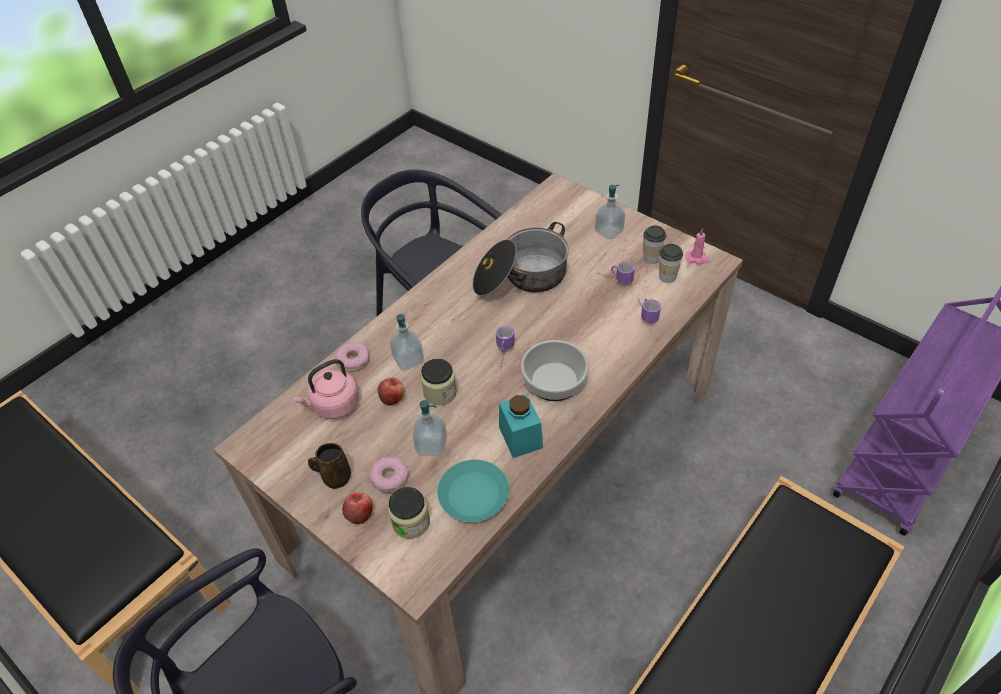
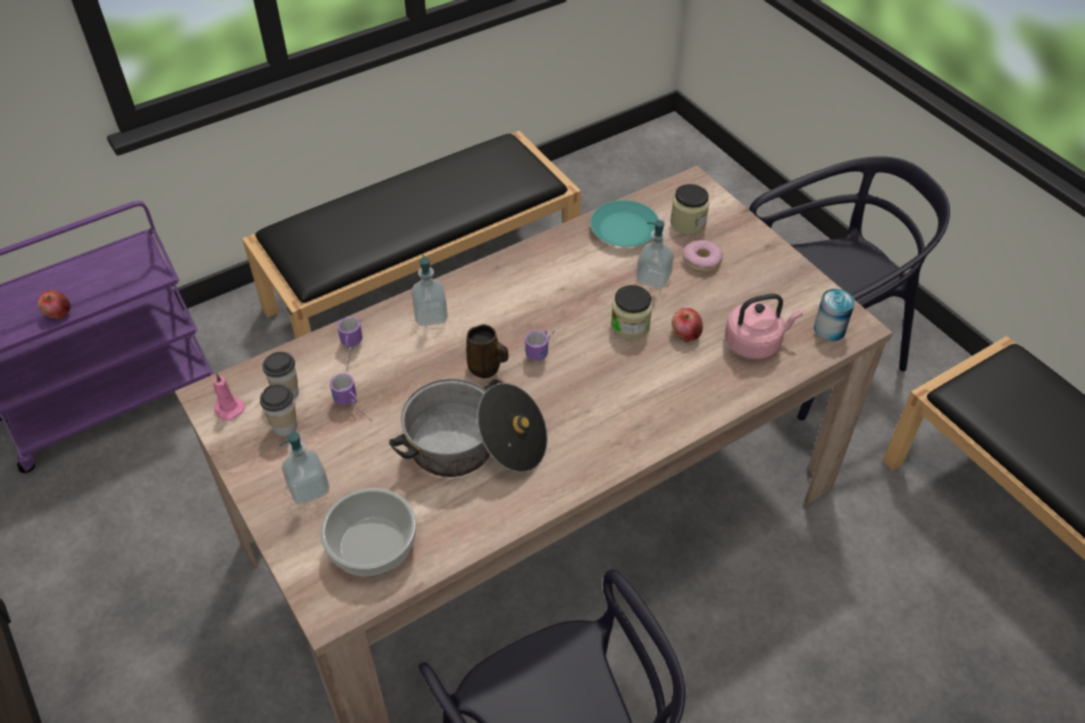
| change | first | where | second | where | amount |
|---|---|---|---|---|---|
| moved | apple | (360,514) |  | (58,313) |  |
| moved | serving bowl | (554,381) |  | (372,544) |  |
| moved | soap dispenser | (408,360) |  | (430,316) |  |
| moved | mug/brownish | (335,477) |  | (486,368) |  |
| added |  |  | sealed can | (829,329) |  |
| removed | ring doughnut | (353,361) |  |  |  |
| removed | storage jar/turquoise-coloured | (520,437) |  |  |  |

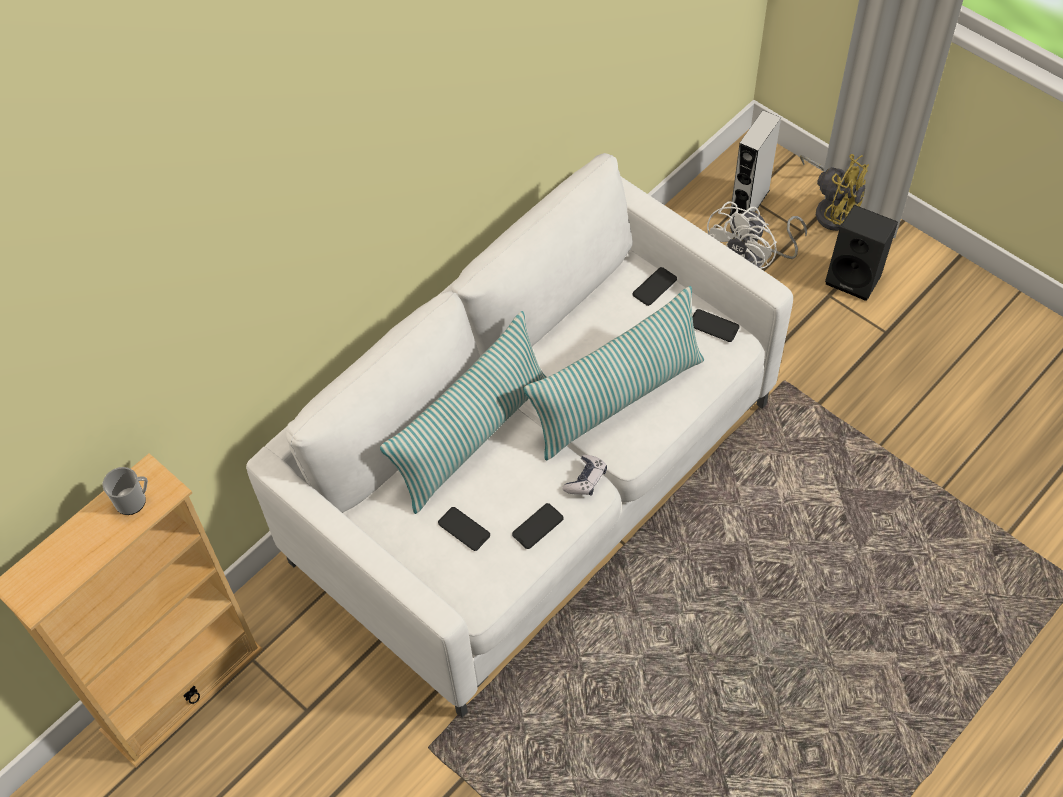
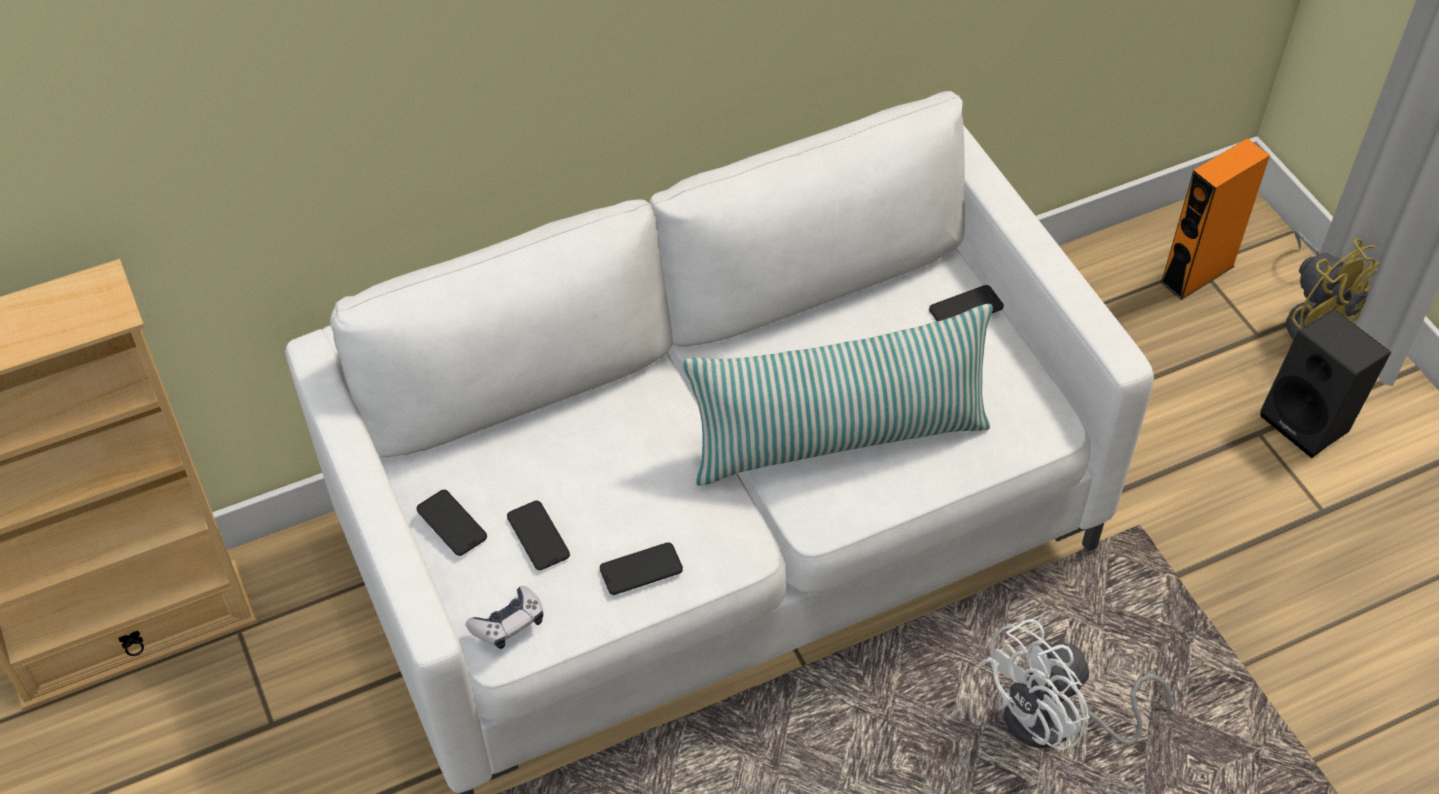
| change | first | where | second | where | amount |
|---|---|---|---|---|---|
| moved | telephone | (714,326) |  | (451,523) |  |
| moved | joypad | (586,480) |  | (508,623) |  |
| moved | fan/white | (751,261) |  | (1056,723) |  |
| recoloured | loudspeaker/grey | (749,203) | loudspeaker/orangey | (1197,274) |  |
| removed | mug | (134,500) |  |  |  |
| removed | cushion | (472,437) |  |  |  |

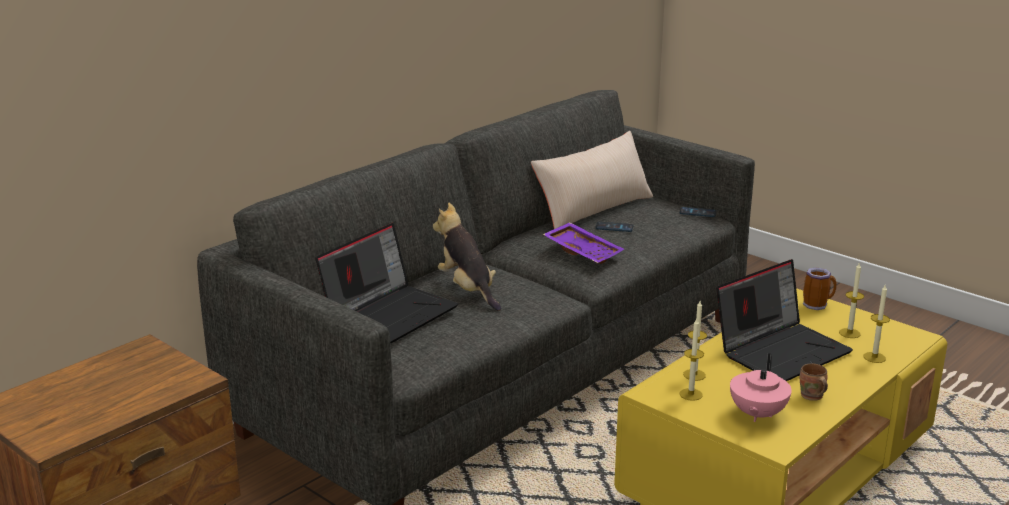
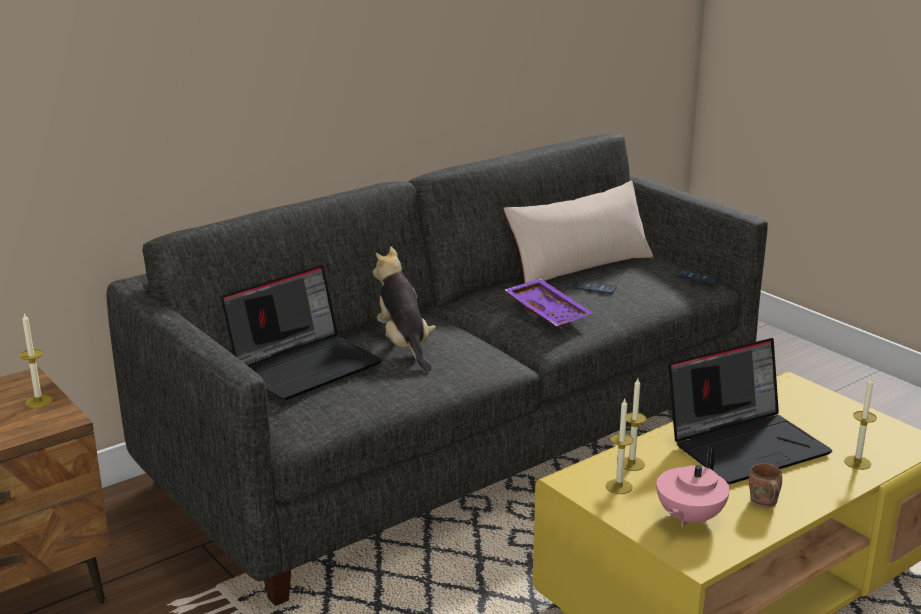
| change | first | where | second | where | amount |
|---|---|---|---|---|---|
| moved | wax light | (849,333) |  | (39,401) |  |
| removed | mug | (817,305) |  |  |  |

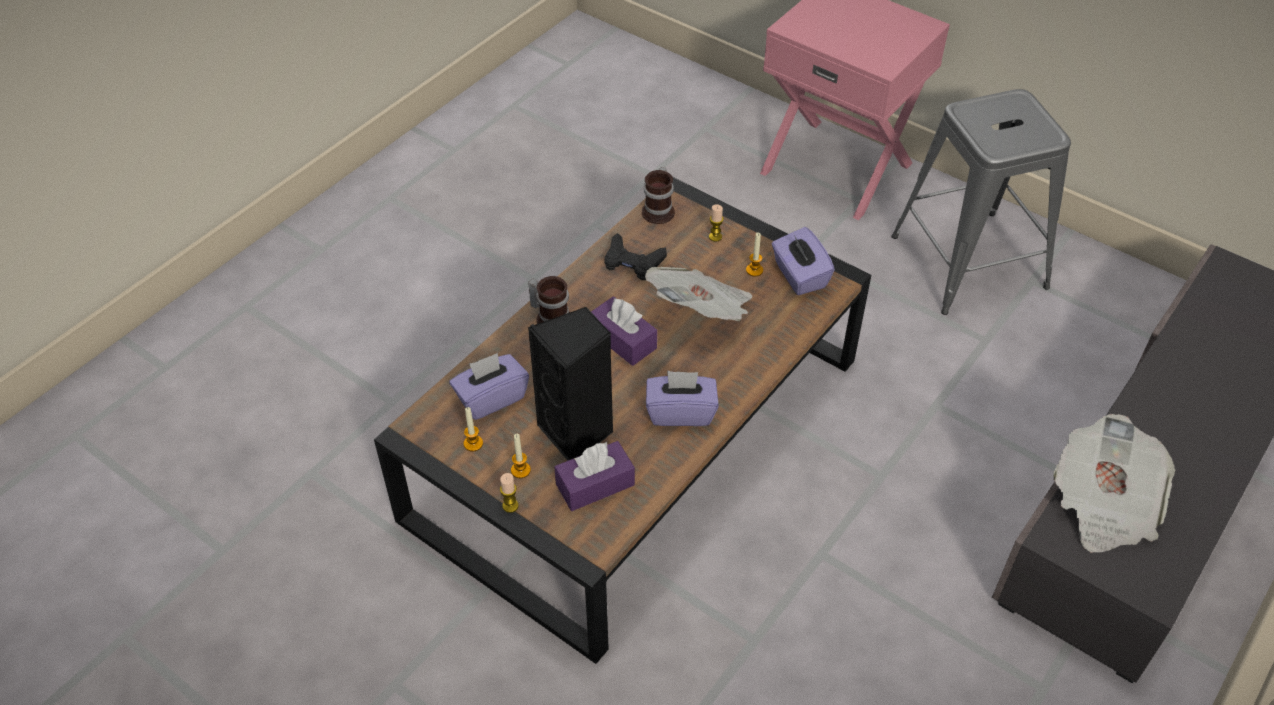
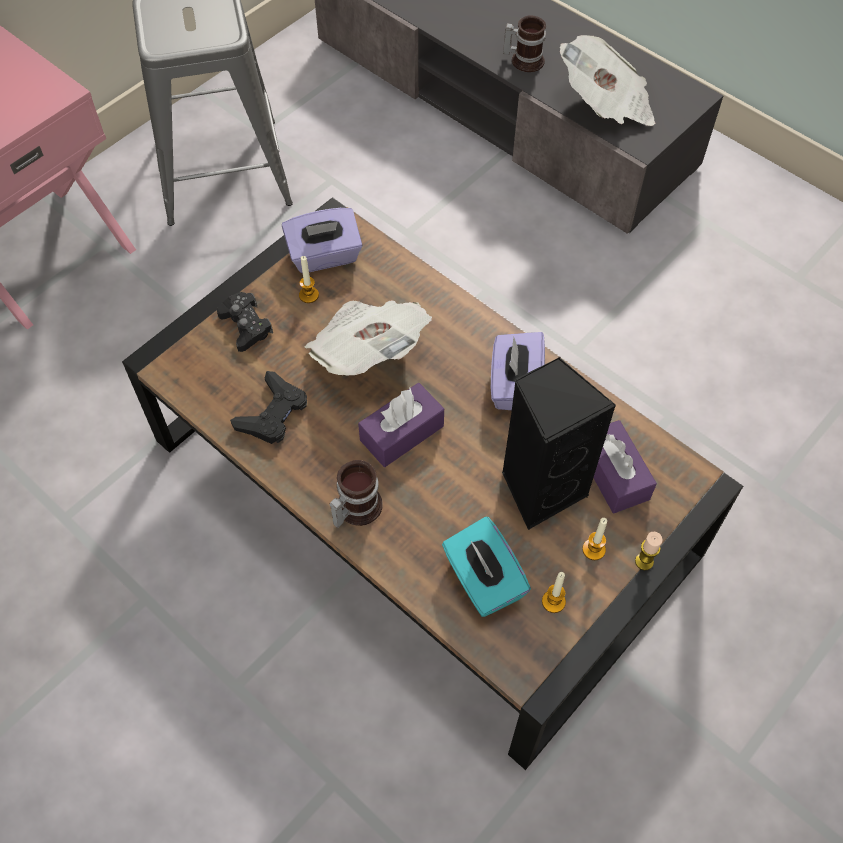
| change | first | where | second | where | amount |
|---|---|---|---|---|---|
| replaced | wax light | (715,237) | joypad/black | (246,326) |  |
| recoloured | tissue holder/purplish | (491,398) | tissue holder/turquoise-coloured | (483,580) |  |
| moved | mug | (660,210) |  | (524,59) |  |

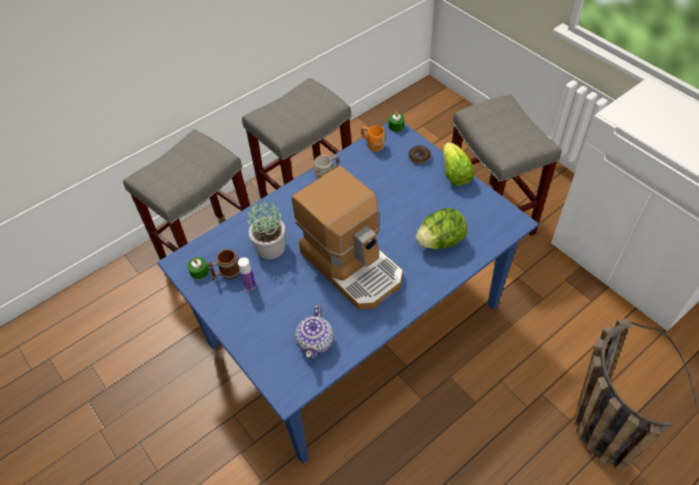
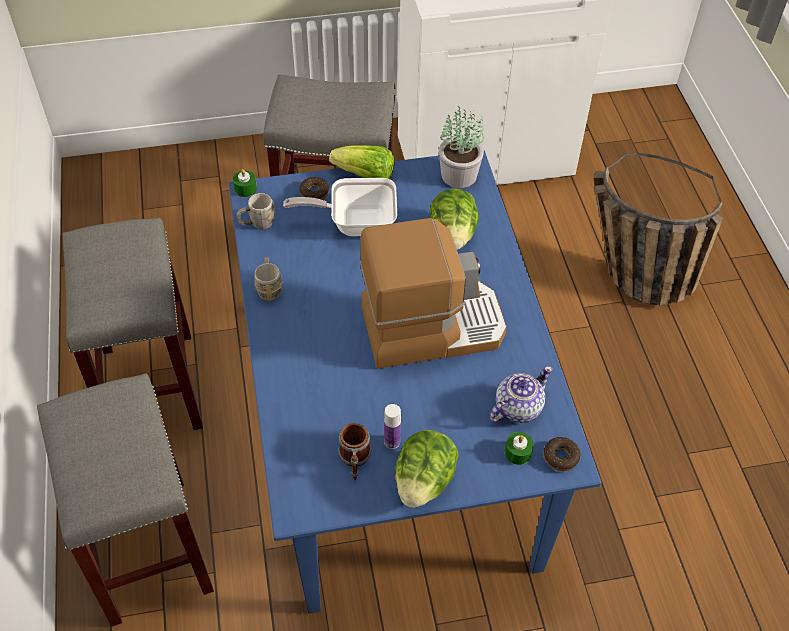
| change | first | where | second | where | amount |
|---|---|---|---|---|---|
| recoloured | mug/orangey | (372,145) | mug/grey | (257,224) |  |
| added |  |  | pan | (355,223) |  |
| added |  |  | head of lettuce | (424,481) |  |
| moved | plant in a pot | (271,247) |  | (459,175) |  |
| turned | pot for tea | (316,342) |  | (517,408) | 75 degrees counterclockwise |
| moved | wax light/green | (199,271) |  | (518,452) |  |
| added |  |  | ring doughnut | (561,457) |  |

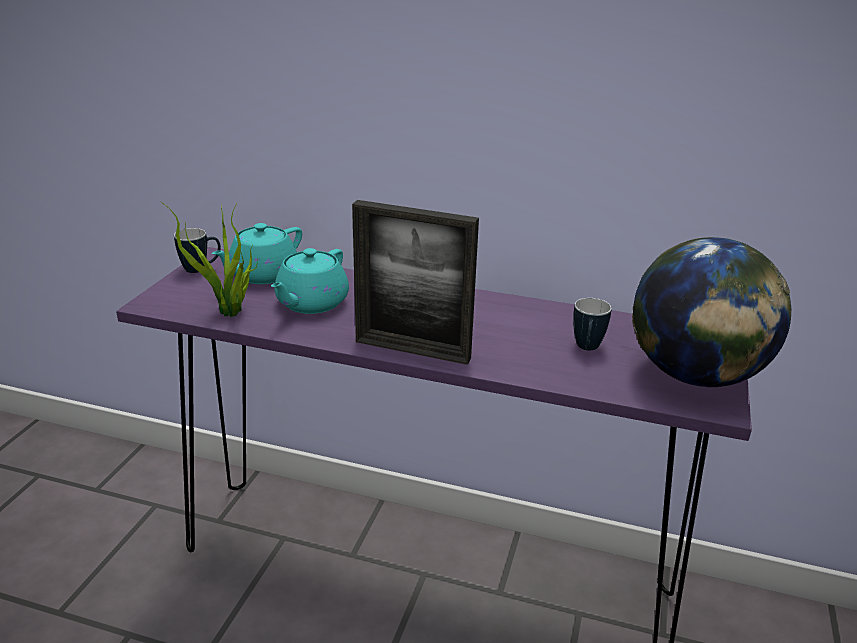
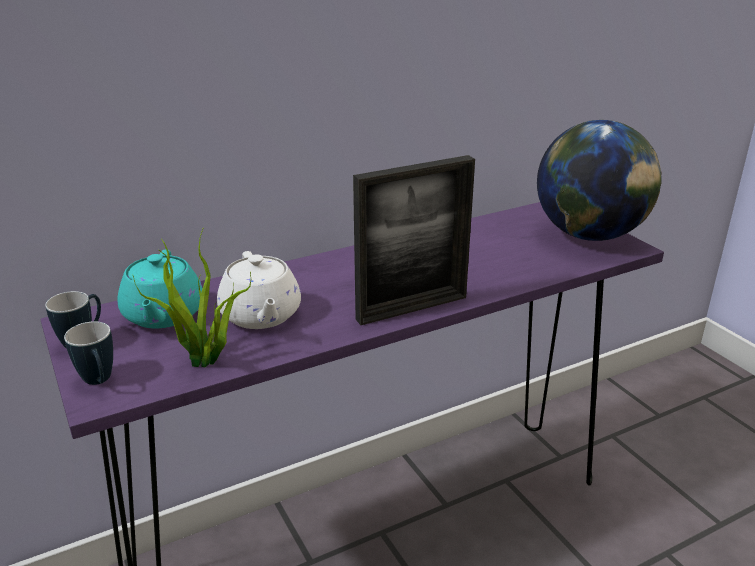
| change | first | where | second | where | amount |
|---|---|---|---|---|---|
| moved | mug | (587,349) |  | (99,382) |  |
| recoloured | pot for tea/turquoise-coloured | (311,303) | pot for tea/white | (261,316) |  |

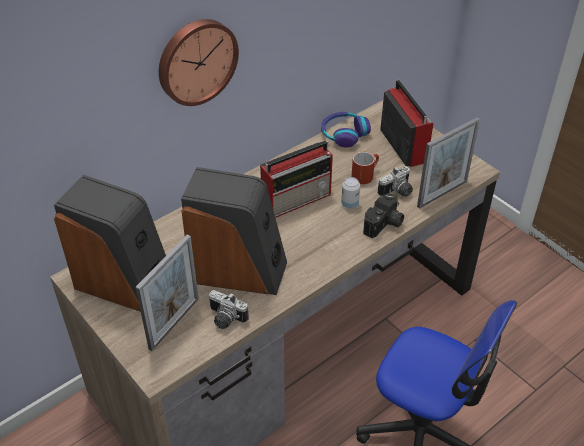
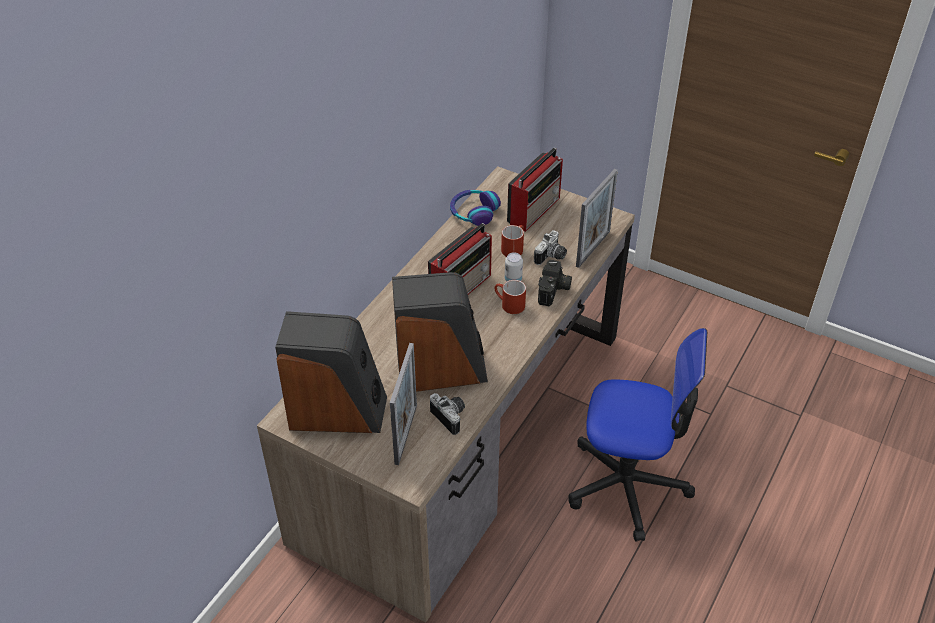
| change | first | where | second | where | amount |
|---|---|---|---|---|---|
| turned | still camera | (225,319) |  | (451,417) | 135 degrees counterclockwise |
| added |  |  | mug/red | (508,305) |  |
| turned | radio set | (403,144) |  | (535,210) | 75 degrees clockwise |
| removed | wall clock | (196,61) |  |  |  |

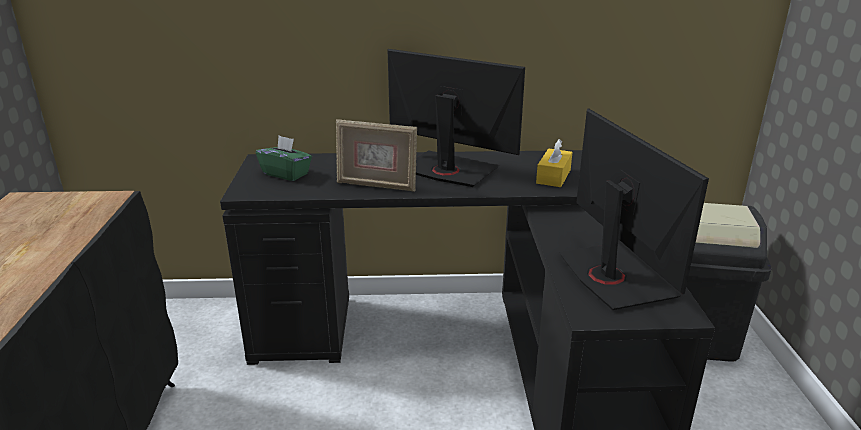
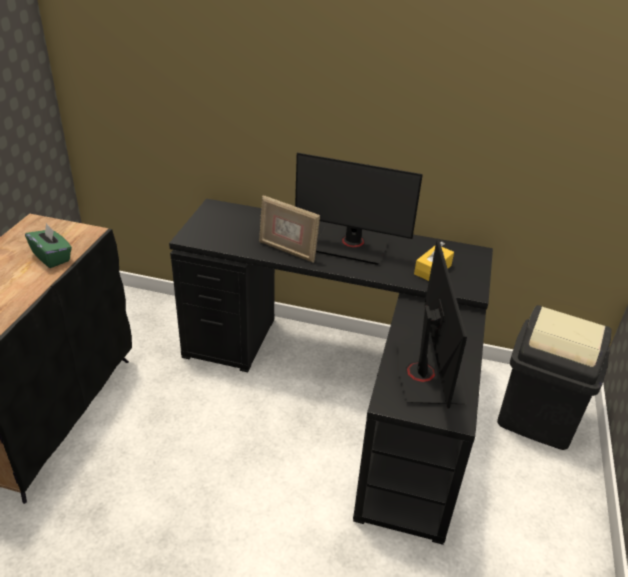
| change | first | where | second | where | amount |
|---|---|---|---|---|---|
| moved | tissue holder/green | (286,174) |  | (52,257) |  |
| turned | computer display | (449,170) |  | (351,246) | 150 degrees clockwise |

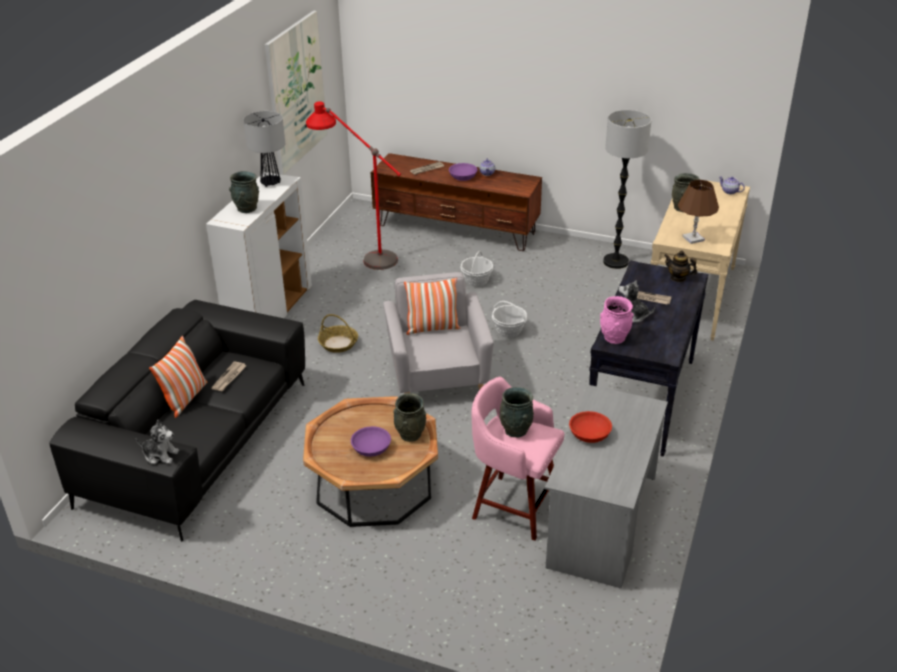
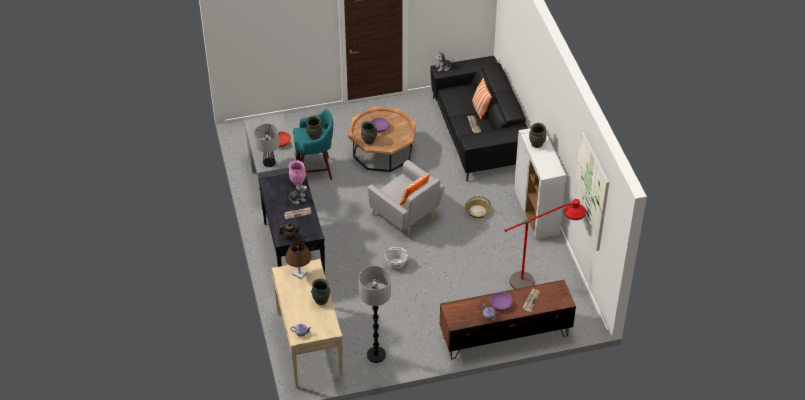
| change | first | where | second | where | amount |
|---|---|---|---|---|---|
| moved | tabletop lamp | (270,183) |  | (269,163) |  |
| recoloured | sitting stool/pink | (513,506) | sitting stool/turquoise-coloured | (315,169) |  |
| removed | storage basket | (476,281) |  |  |  |

